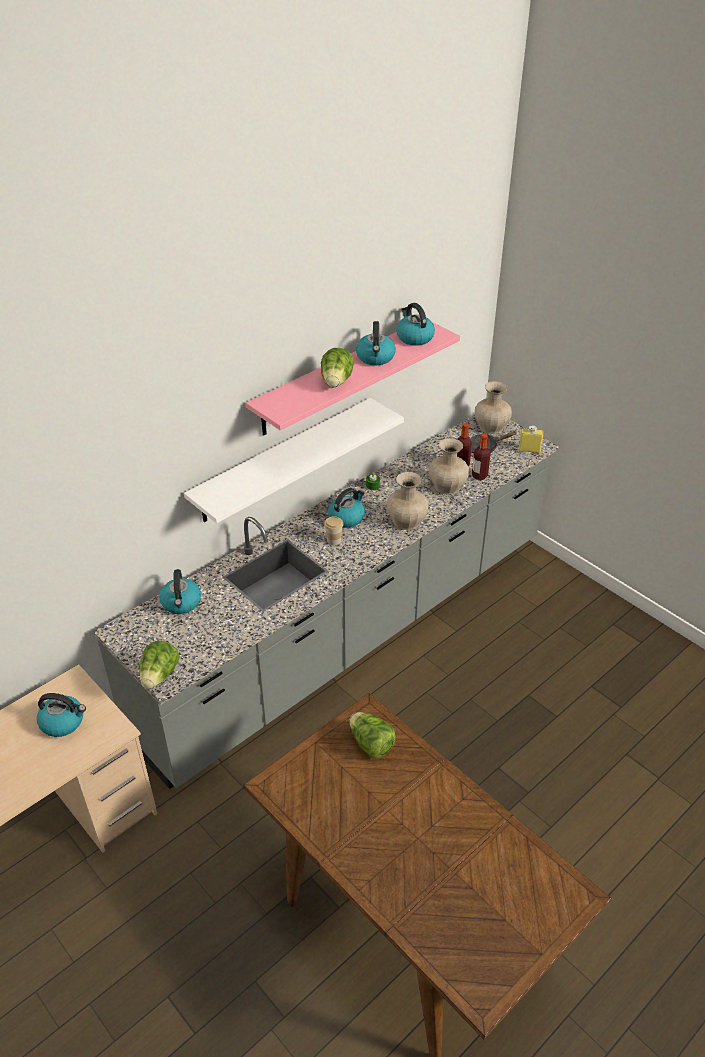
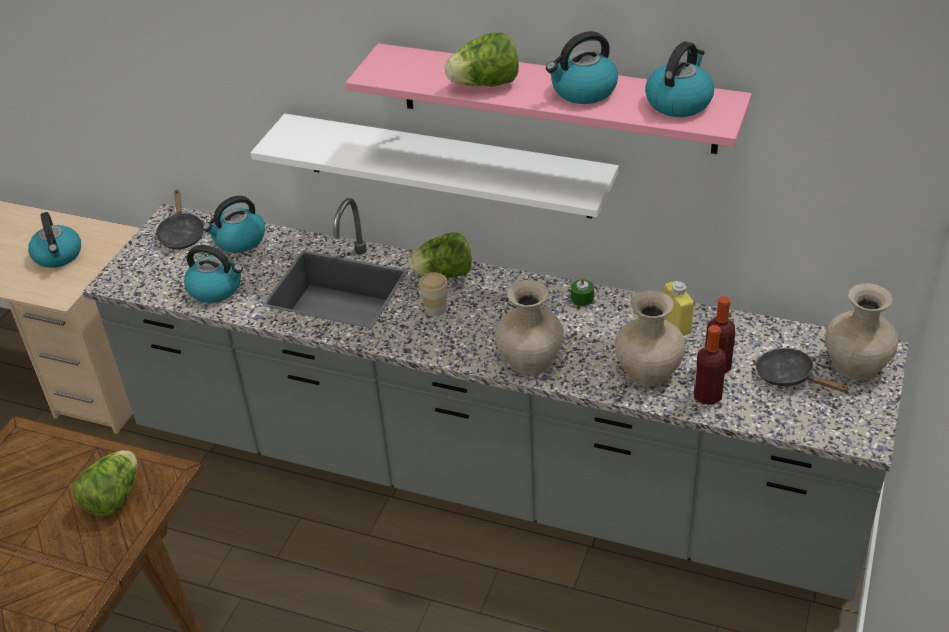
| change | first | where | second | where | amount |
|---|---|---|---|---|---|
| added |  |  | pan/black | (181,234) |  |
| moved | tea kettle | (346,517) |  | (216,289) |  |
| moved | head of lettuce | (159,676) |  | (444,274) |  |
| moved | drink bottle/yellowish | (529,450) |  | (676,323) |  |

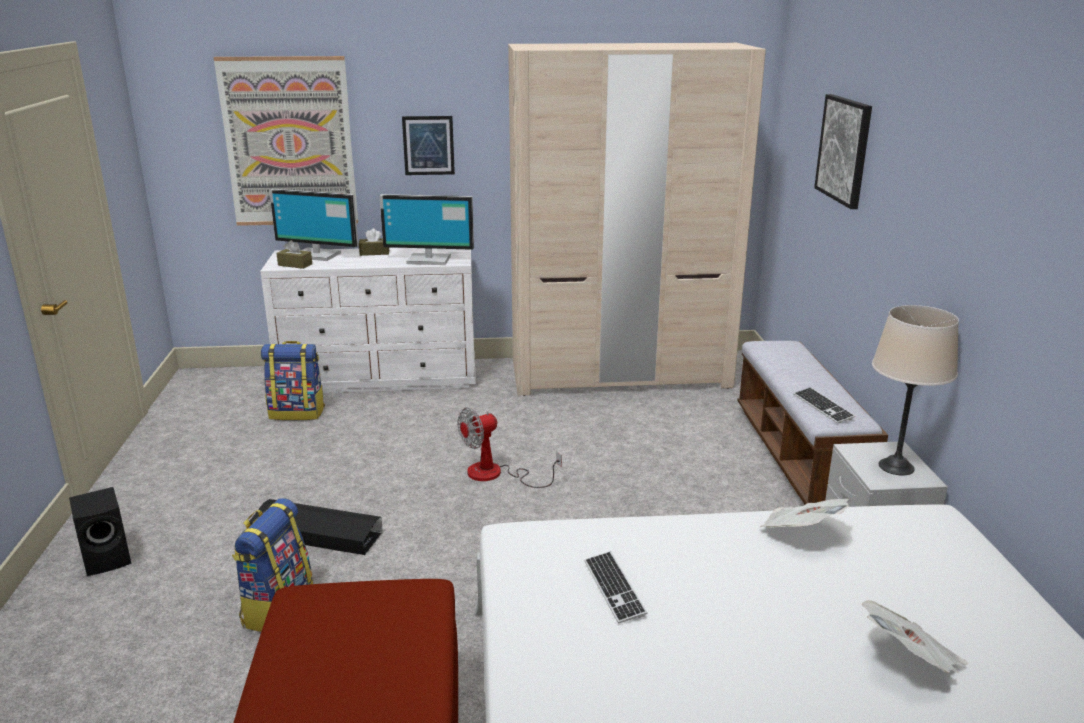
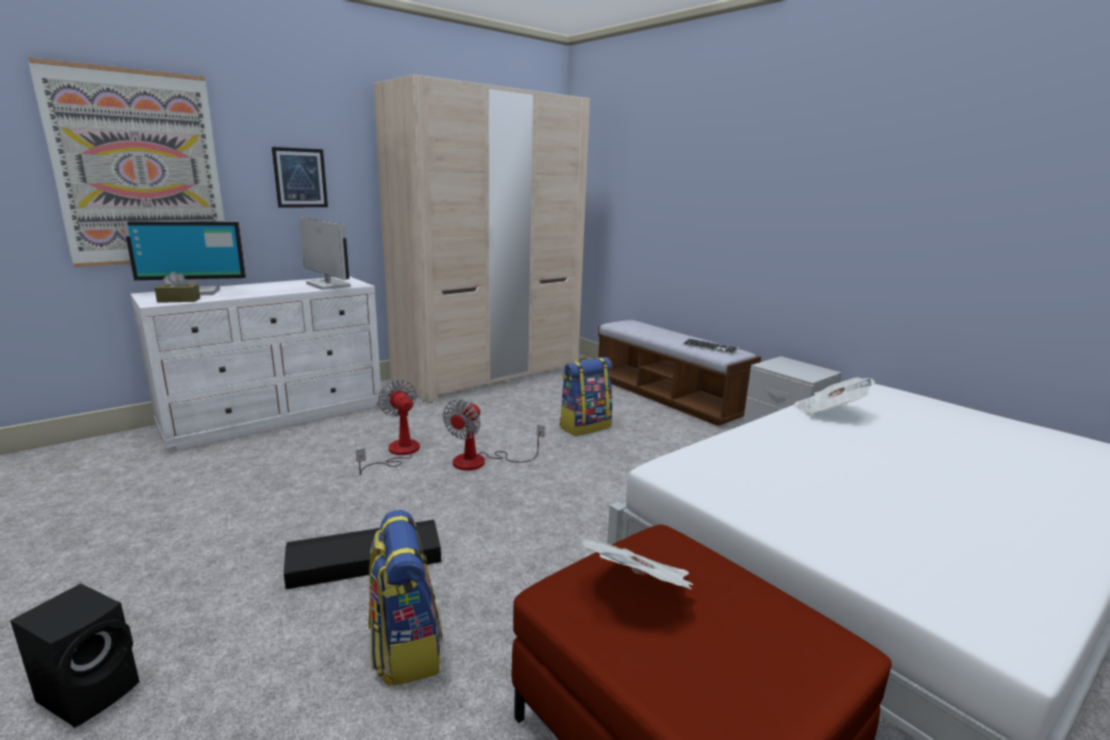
| change | first | where | second | where | amount |
|---|---|---|---|---|---|
| turned | computer display | (429,259) |  | (326,285) | 105 degrees counterclockwise |
| added |  |  | fan | (397,453) |  |
| moved | knapsack | (297,413) |  | (584,426) |  |
| moved | daily paper | (911,660) |  | (640,589) |  |
| removed | tissue holder/brownish | (374,253) |  |  |  |
| removed | computer keyboard | (614,588) |  |  |  |
| removed | picture | (844,150) |  |  |  |
| removed | tabletop lamp/sand-coloured | (895,466) |  |  |  |

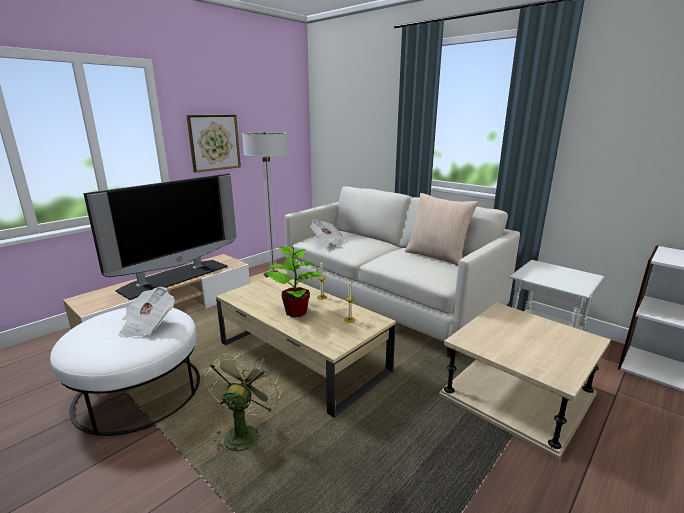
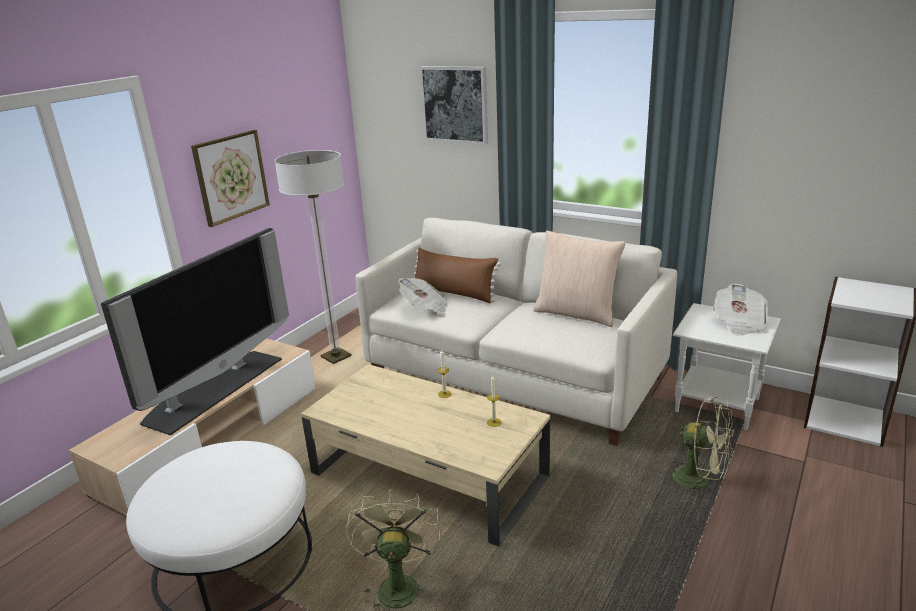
| change | first | where | second | where | amount |
|---|---|---|---|---|---|
| added |  |  | cushion/brownish | (454,293) |  |
| added |  |  | picture | (455,104) |  |
| replaced | end table/sand-coloured | (517,395) | fan/green | (699,480) |  |
| moved | daily paper | (147,325) |  | (739,323) |  |
| removed | plant in a pot | (297,312) |  |  |  |

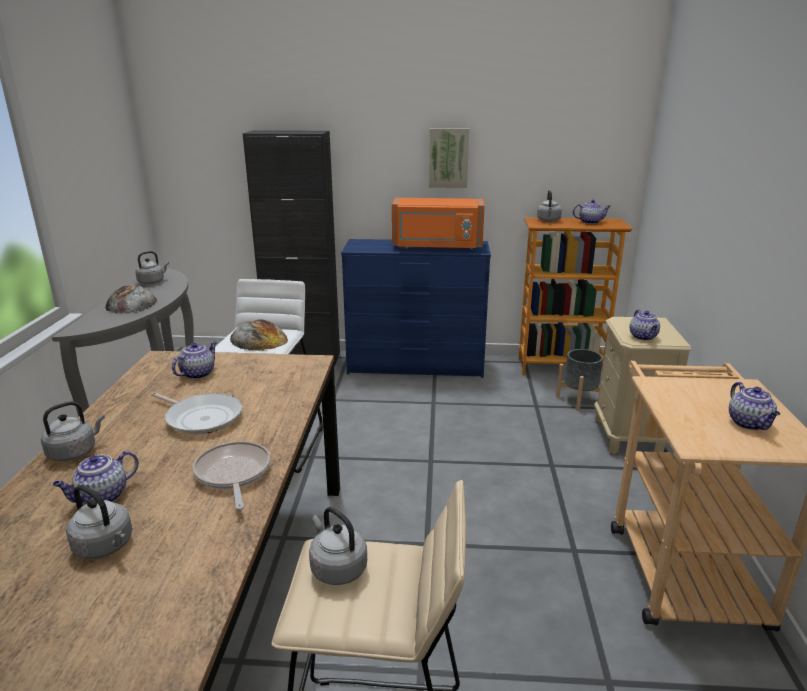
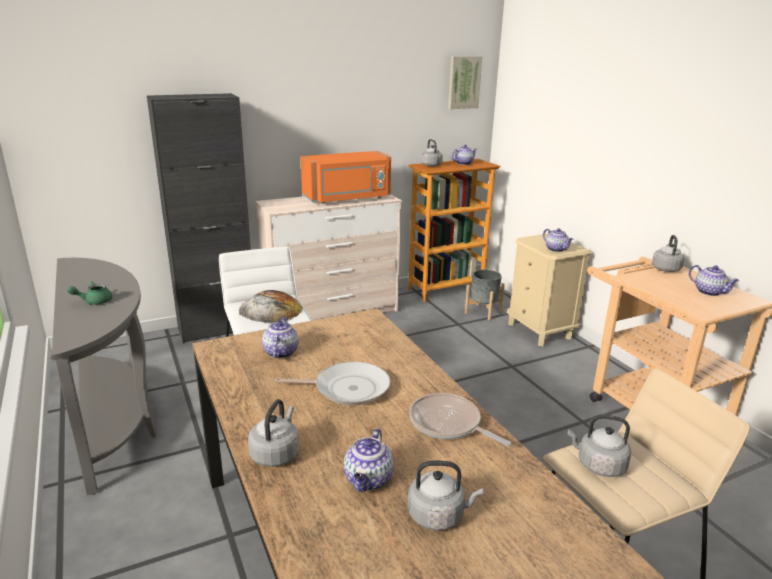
| change | first | where | second | where | amount |
|---|---|---|---|---|---|
| replaced | bakery bread | (131,303) | pot for tea/green | (94,301) |  |
| recoloured | dresser/blue | (415,366) | dresser/sand-coloured | (331,313) |  |
| moved | picture | (448,158) |  | (463,82) |  |
| moved | tea kettle/grey | (152,282) |  | (665,268) |  |

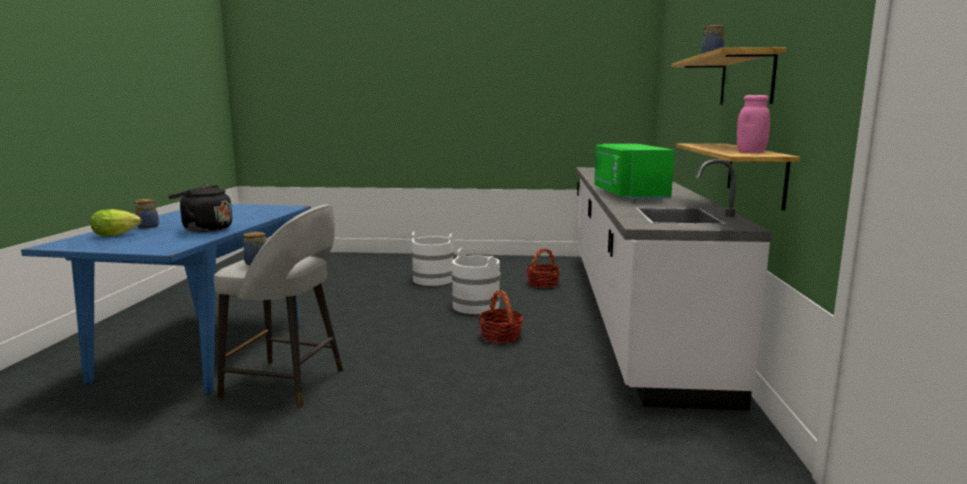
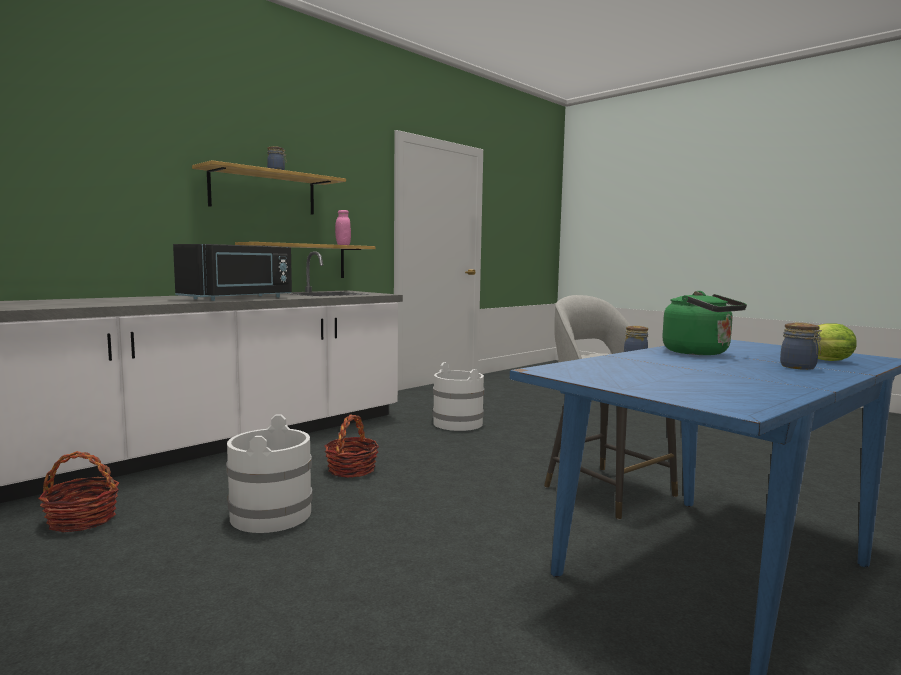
| change | first | where | second | where | amount |
|---|---|---|---|---|---|
| recoloured | kitchen microwave/green | (628,195) | kitchen microwave/black | (239,298) |  |
| moved | water bucket/white | (433,279) |  | (457,423) |  |
| recoloured | tea kettle/black | (204,229) | tea kettle/green | (700,353) |  |

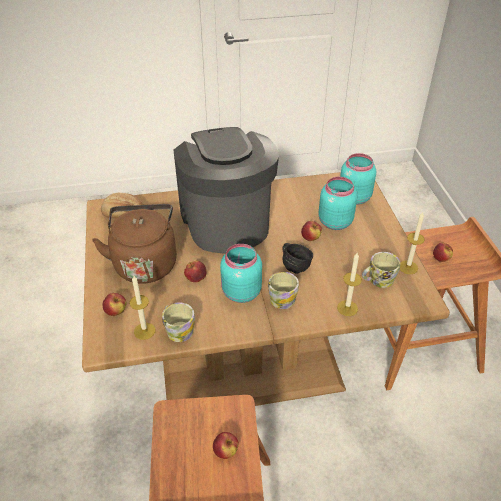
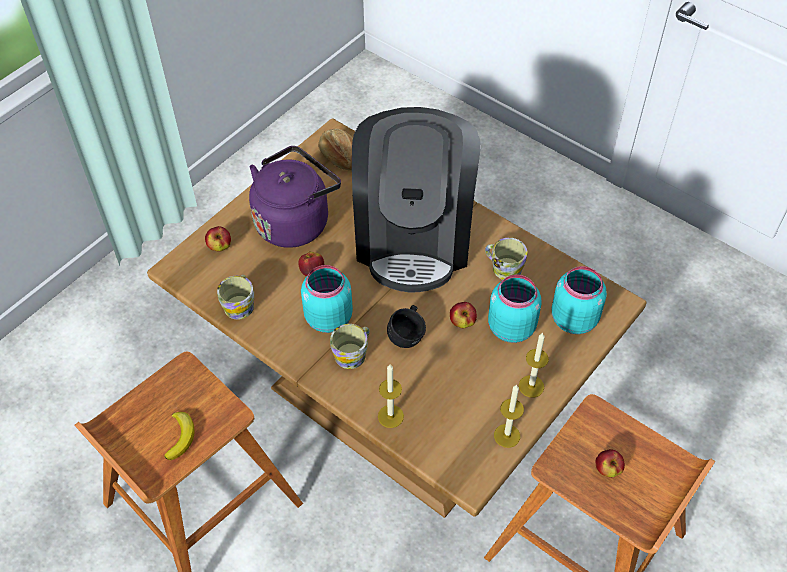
| change | first | where | second | where | amount |
|---|---|---|---|---|---|
| replaced | apple | (226,451) | whole banana | (180,436) |  |
| recoloured | tea kettle/brownish | (145,262) | tea kettle/purplish | (295,221) |  |
| turned | coffee brewer | (225,220) |  | (414,237) | 150 degrees clockwise |
| moved | mug | (377,280) |  | (503,267) |  |
| moved | wax light | (144,331) |  | (531,386) |  |

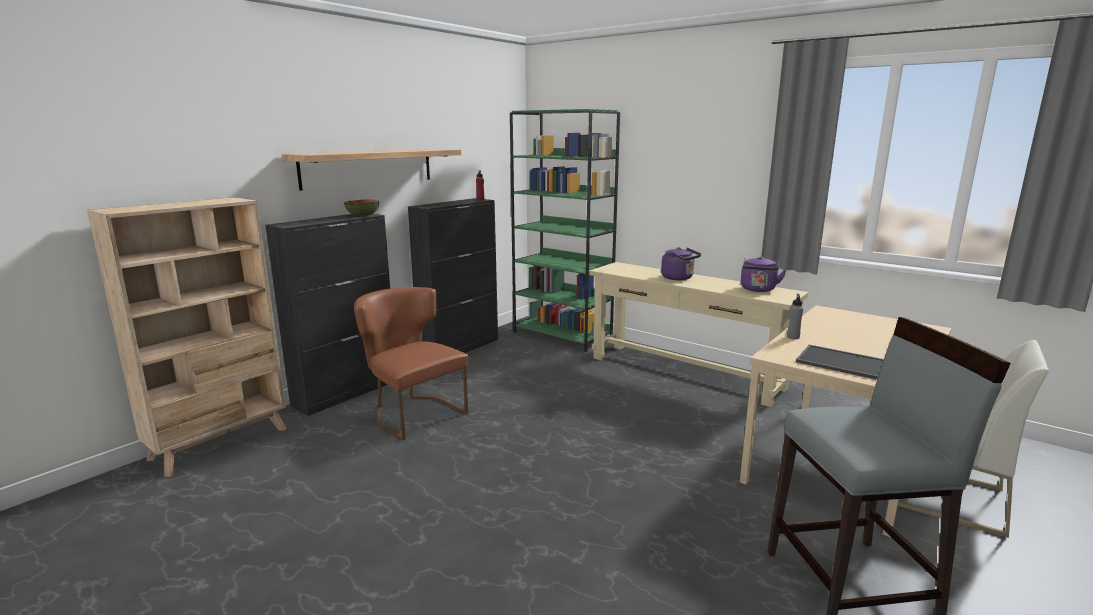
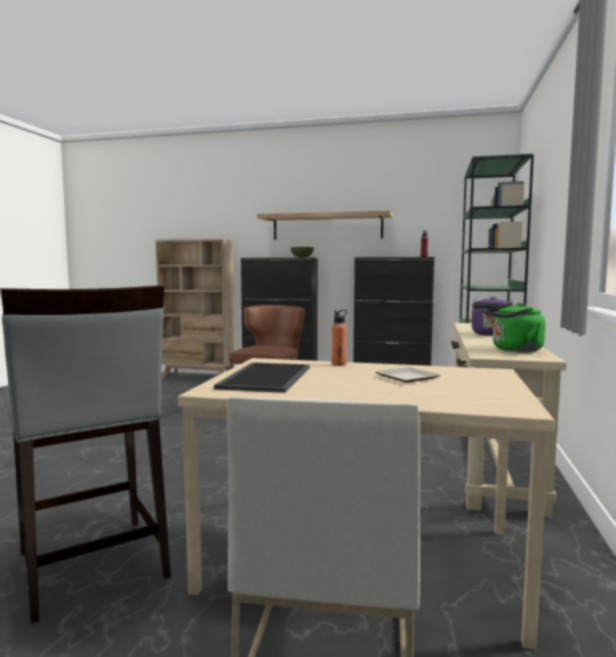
| change | first | where | second | where | amount |
|---|---|---|---|---|---|
| recoloured | drink bottle/grey | (793,337) | drink bottle/orangey | (339,364) |  |
| added |  |  | plate | (409,378) |  |
| recoloured | tea kettle/purplish | (758,290) | tea kettle/green | (514,350) |  |

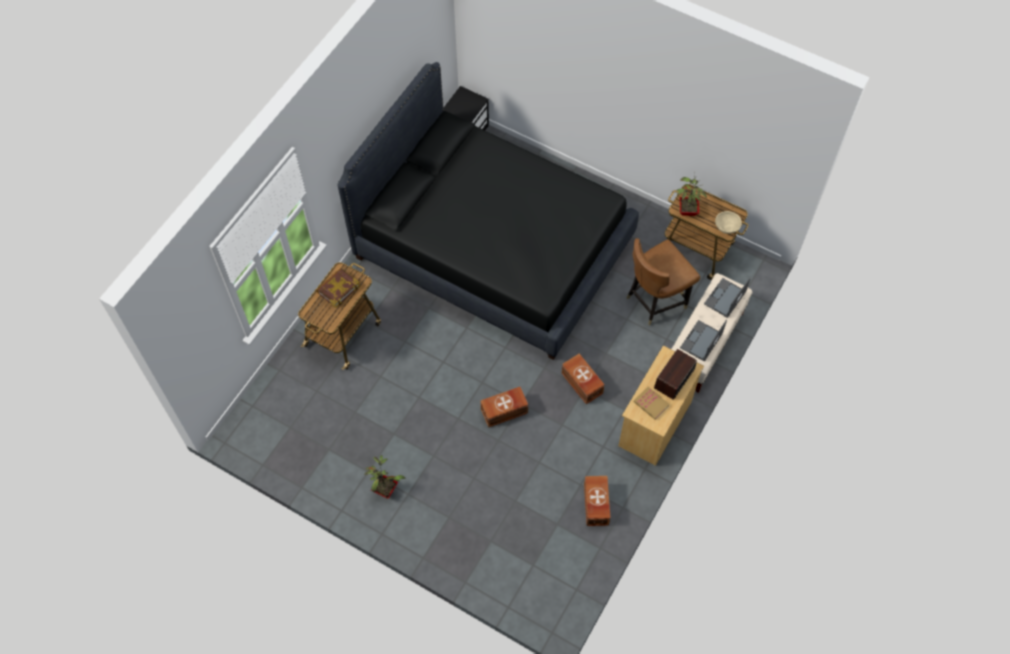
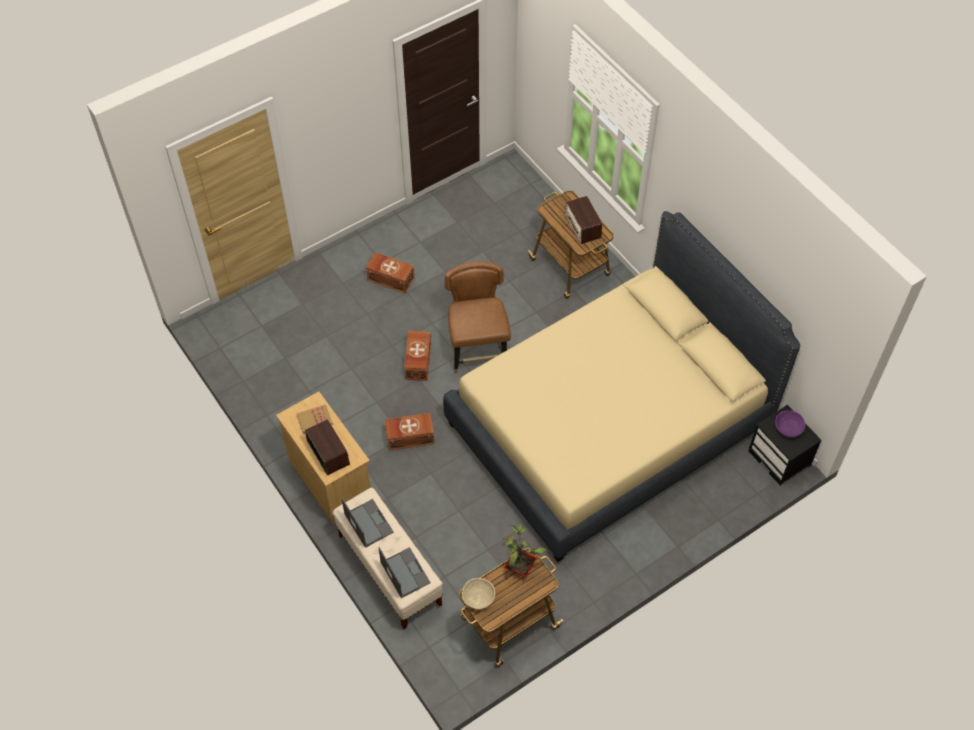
| change | first | where | second | where | amount |
|---|---|---|---|---|---|
| moved | storage container/brownish | (595,505) |  | (390,278) |  |
| recoloured | bedroom bed/black | (493,247) | bedroom bed/sand-coloured | (609,425) |  |
| moved | upright chair/brownish | (655,300) |  | (477,352) |  |
| replaced | volume | (338,289) | radio set | (582,226) |  |
| added |  |  | serving bowl/purplish | (788,428) |  |
| removed | plant in a pot | (386,489) |  |  |  |

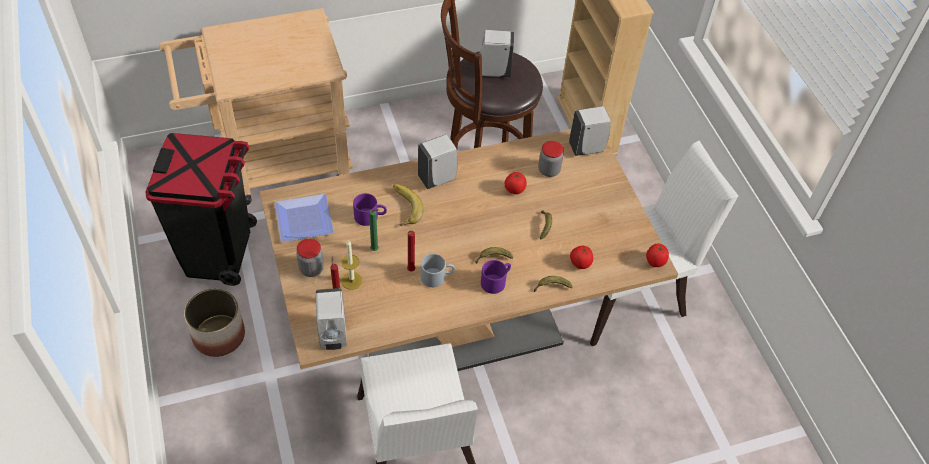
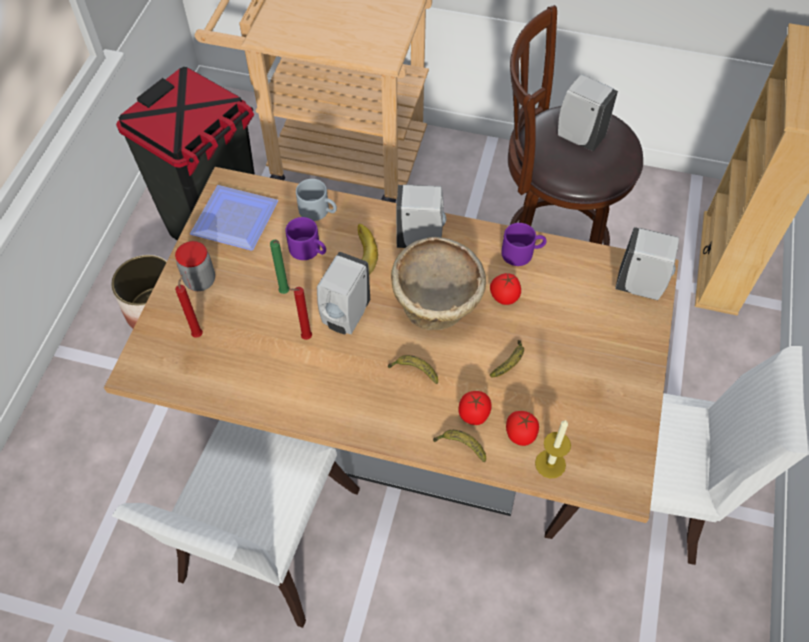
| change | first | where | second | where | amount |
|---|---|---|---|---|---|
| moved | mug/grey | (437,276) |  | (319,211) |  |
| moved | soap dispenser/white | (333,336) |  | (345,317) |  |
| added |  |  | serving bowl/sand-coloured | (437,307) |  |
| moved | fresh tomato | (655,262) |  | (474,415) |  |
| moved | mug/purplish | (496,281) |  | (522,252) |  |
| moved | wax light | (352,280) |  | (550,464) |  |
| removed | storage jar | (549,170) |  |  |  |

